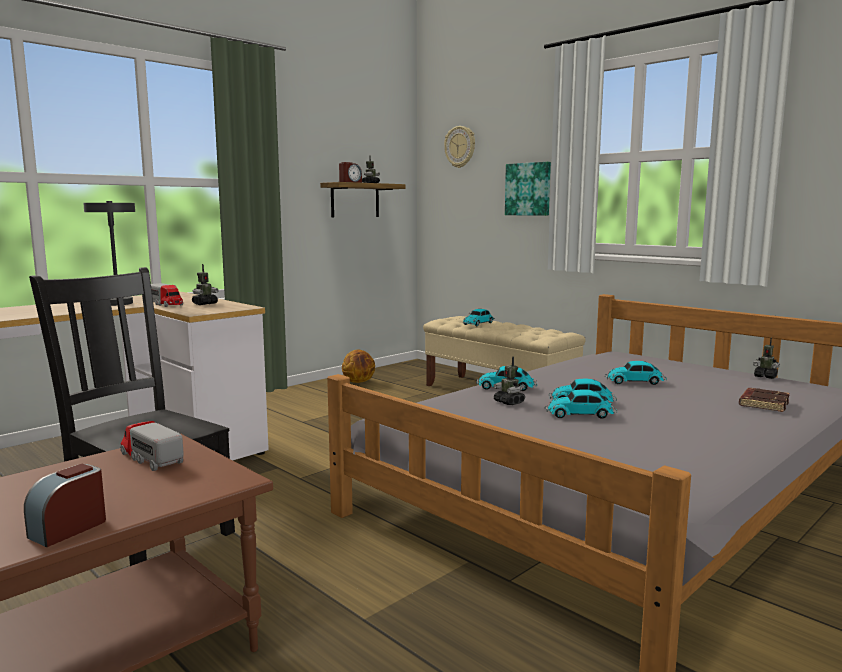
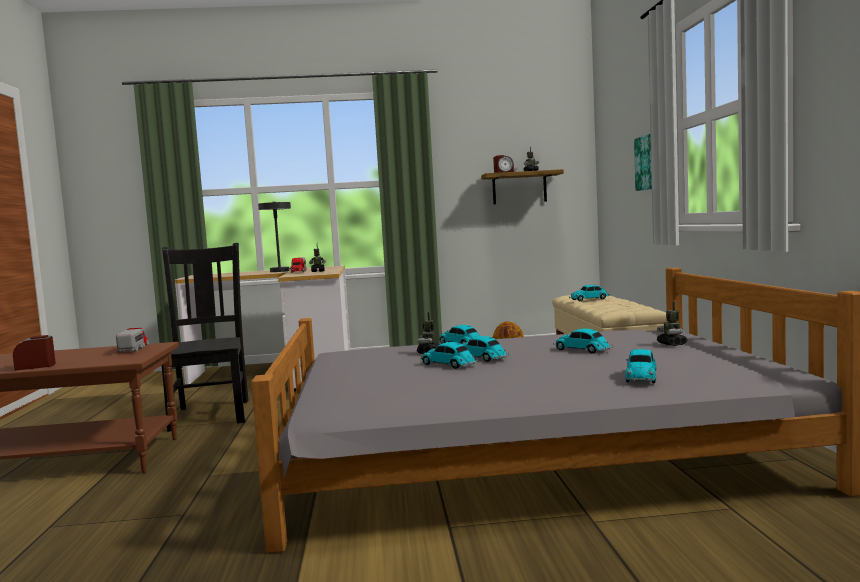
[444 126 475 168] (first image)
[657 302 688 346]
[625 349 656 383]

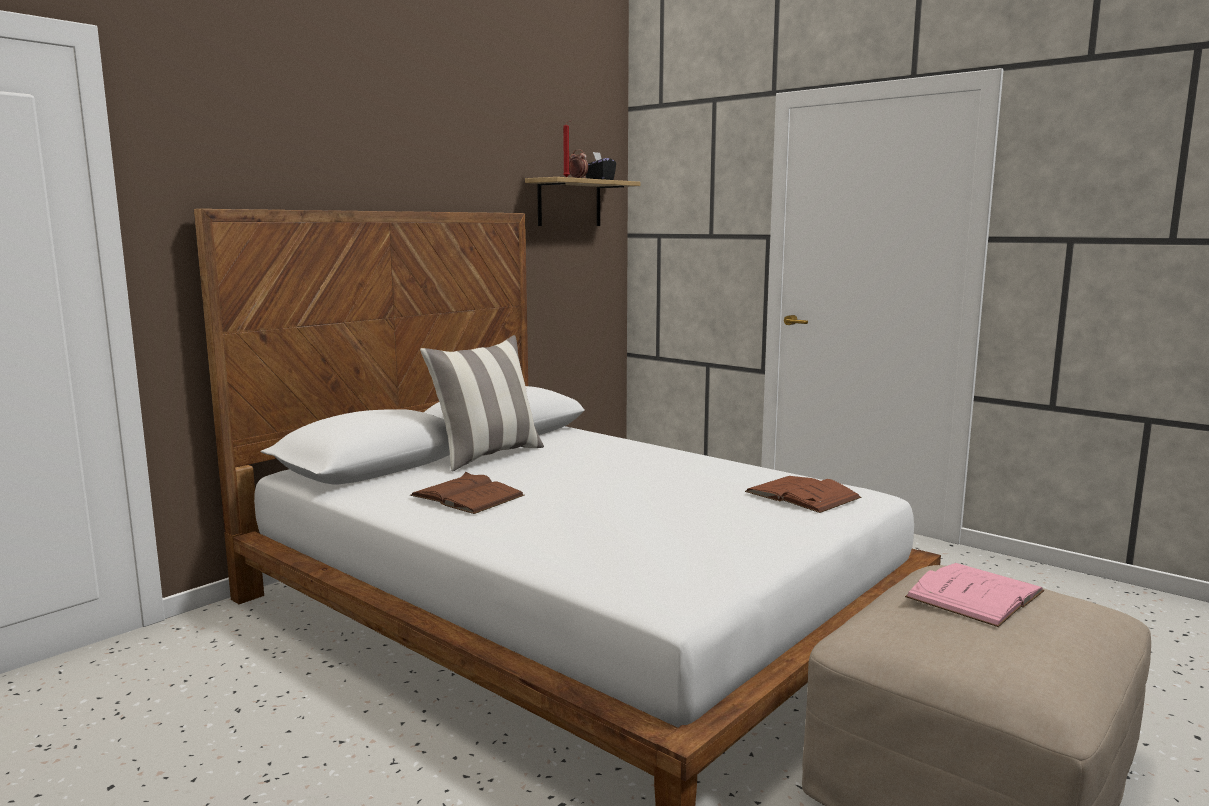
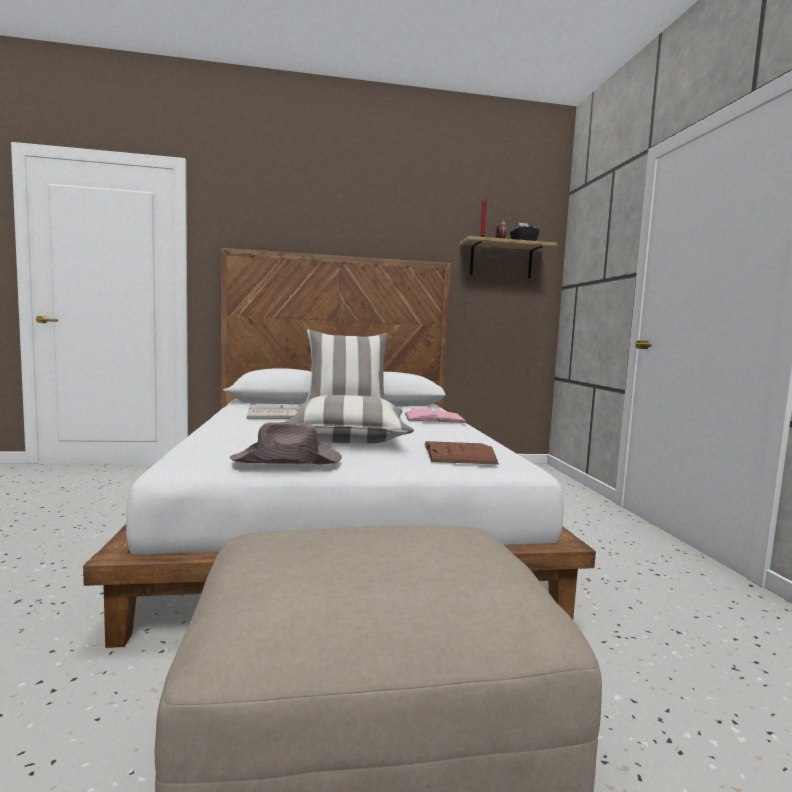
[230 422 342 464]
[285 395 414 444]
[405 408 467 423]
[246 404 296 419]

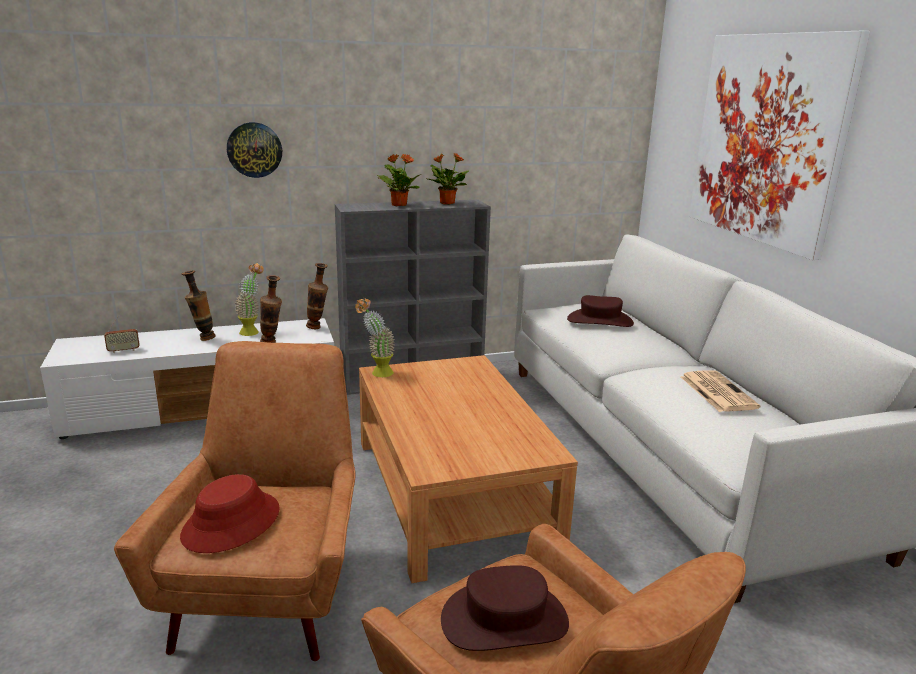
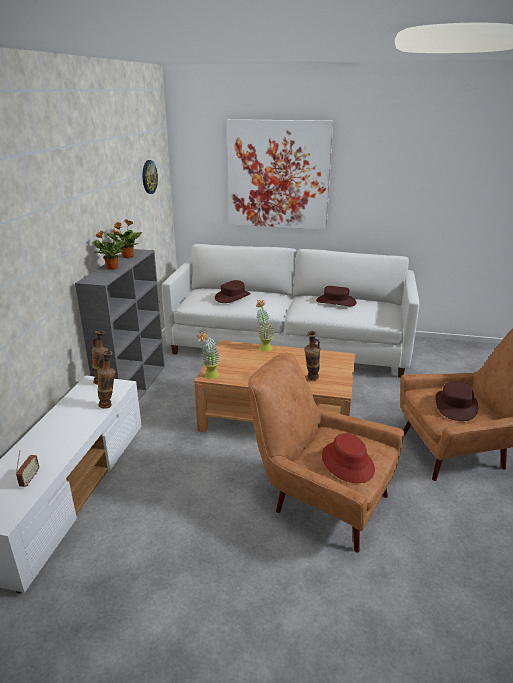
[304 331 321 381]
[142 160 158 194]
[256 300 275 351]
[316 286 356 306]

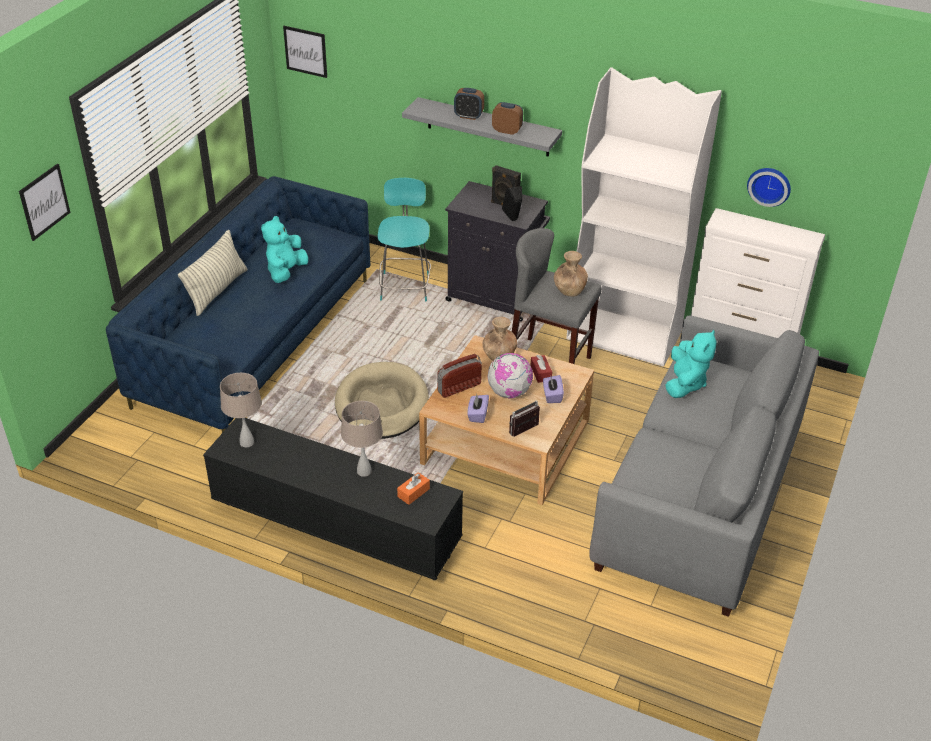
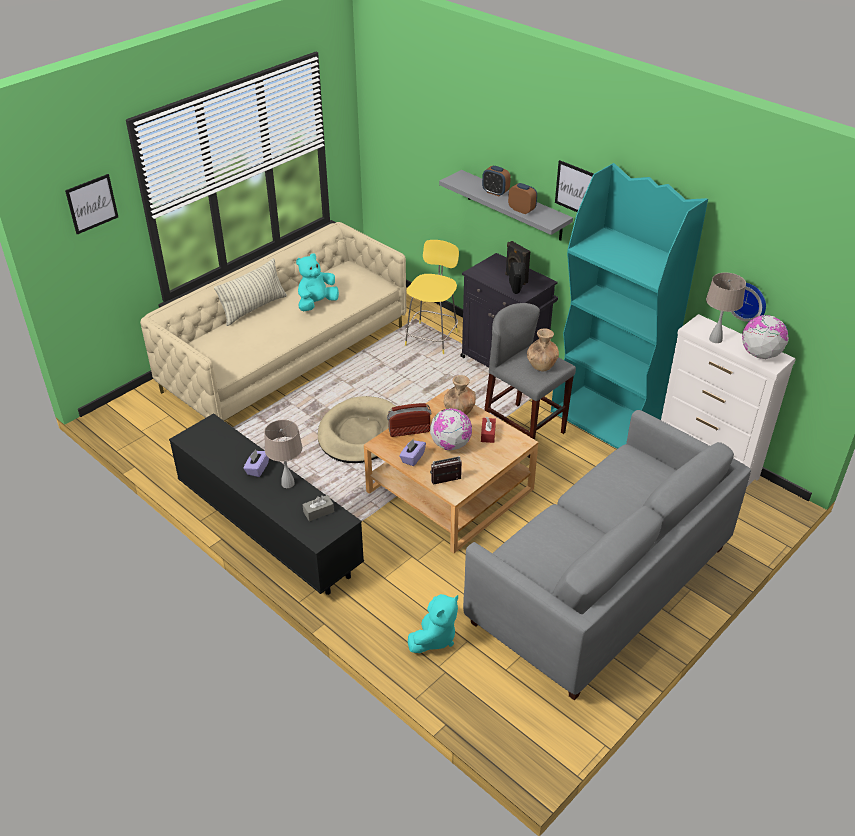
[742 315 789 359]
[706 273 746 343]
[555 160 594 212]
[243 449 269 477]
[408 594 458 653]
[140 222 406 421]
[405 240 459 354]
[303 495 334 521]
[551 163 708 449]

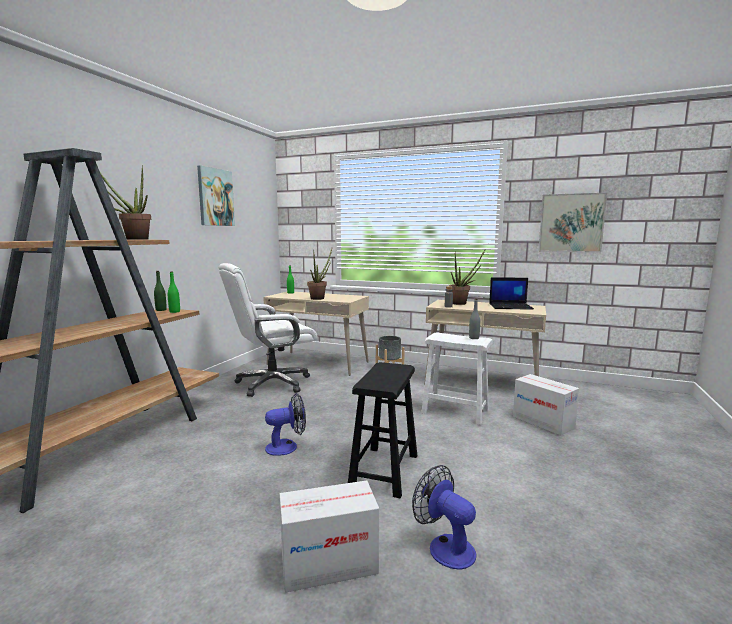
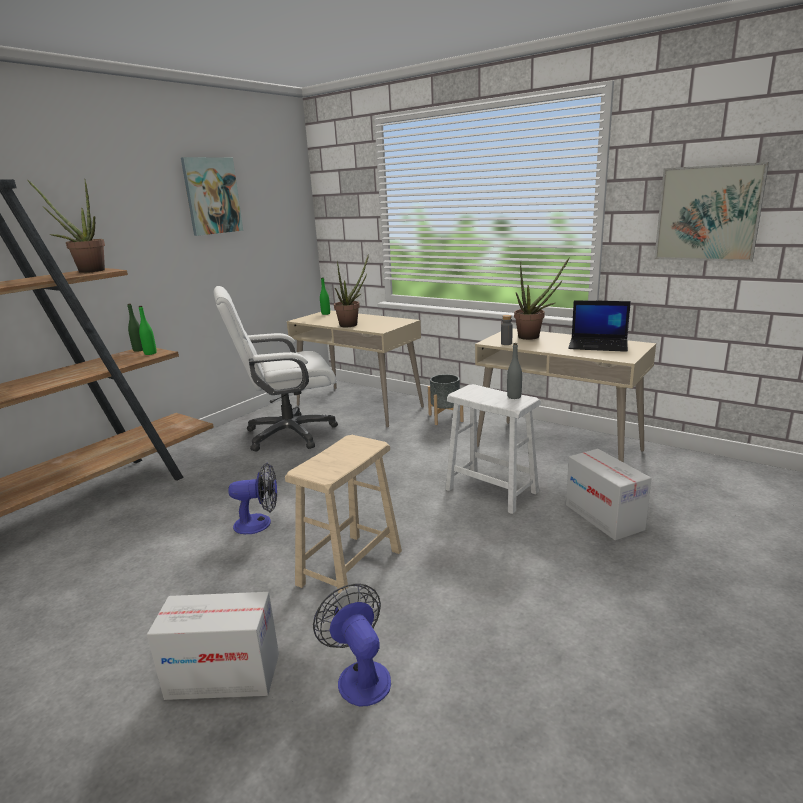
[285 435 402 593]

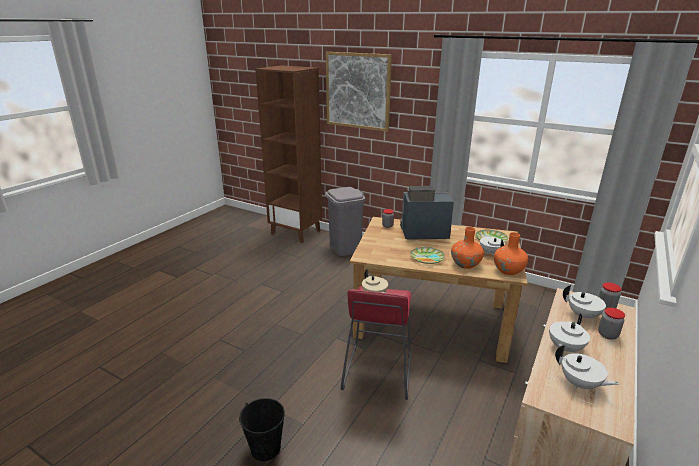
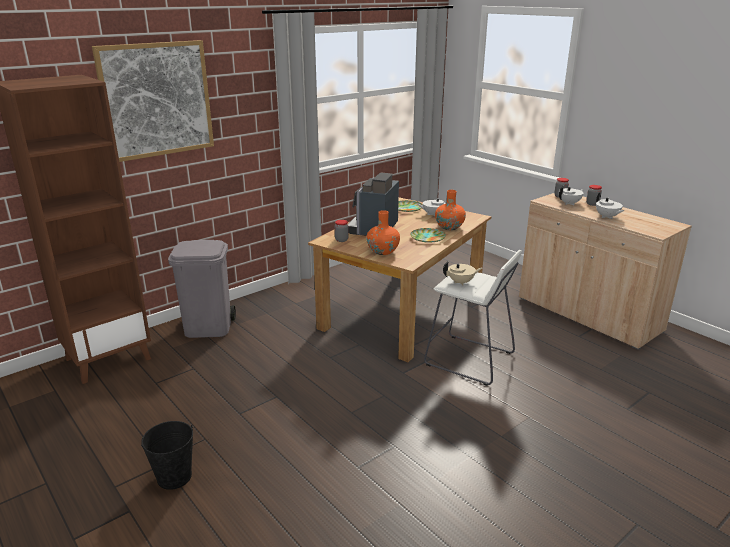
[555 345 620 390] (first image)
[141 421 193 490]
[366 210 400 255]
[424 250 522 386]

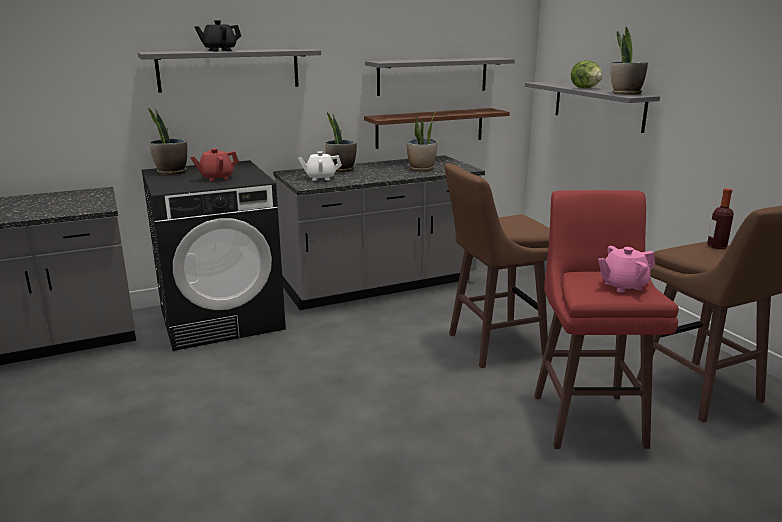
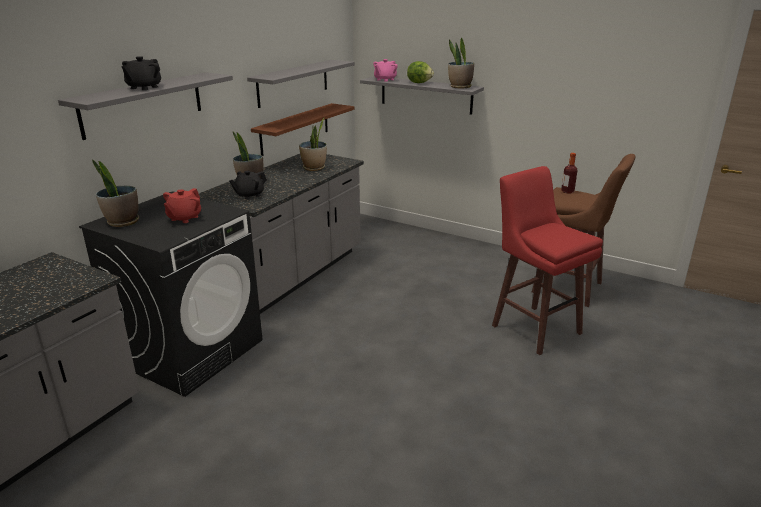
[444 163 550 368] (first image)
[373 59 398 82]
[229 171 267 199]

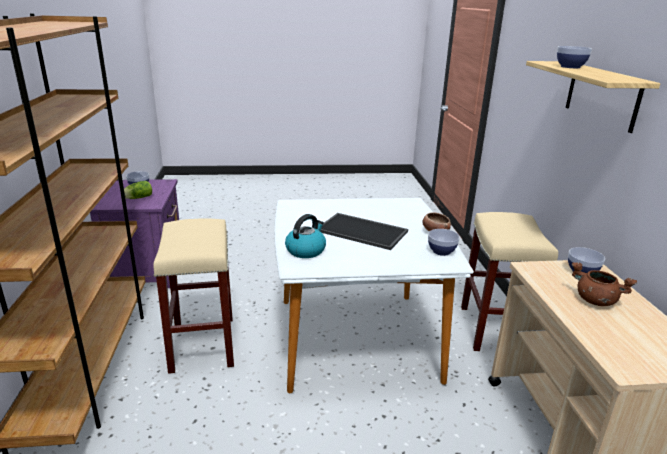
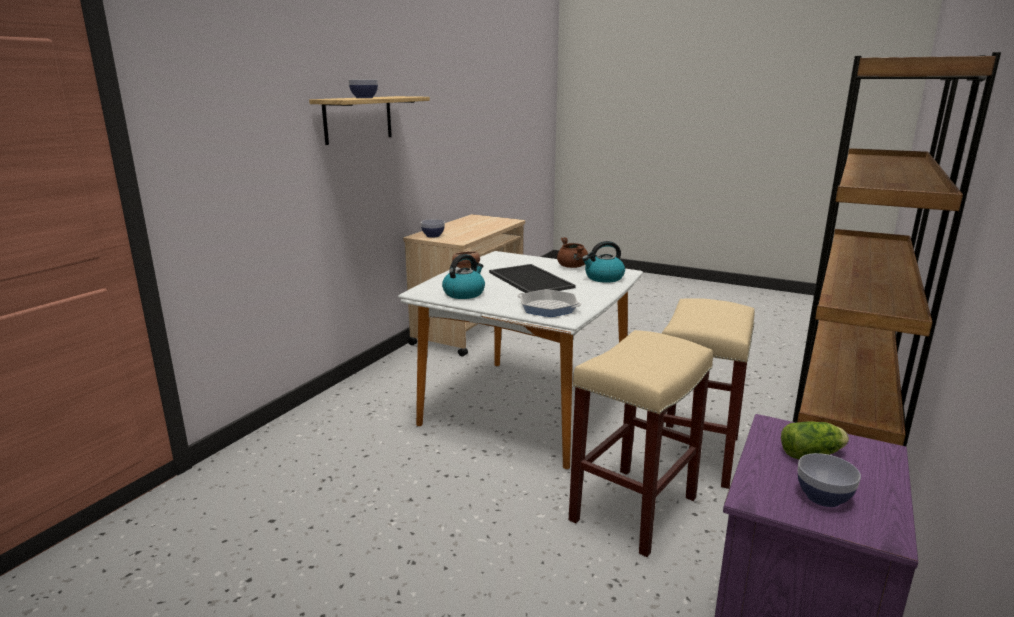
[428 229 460 256] (first image)
[442 254 485 299]
[517 289 582 317]
[569 330 713 557]
[557 237 588 268]

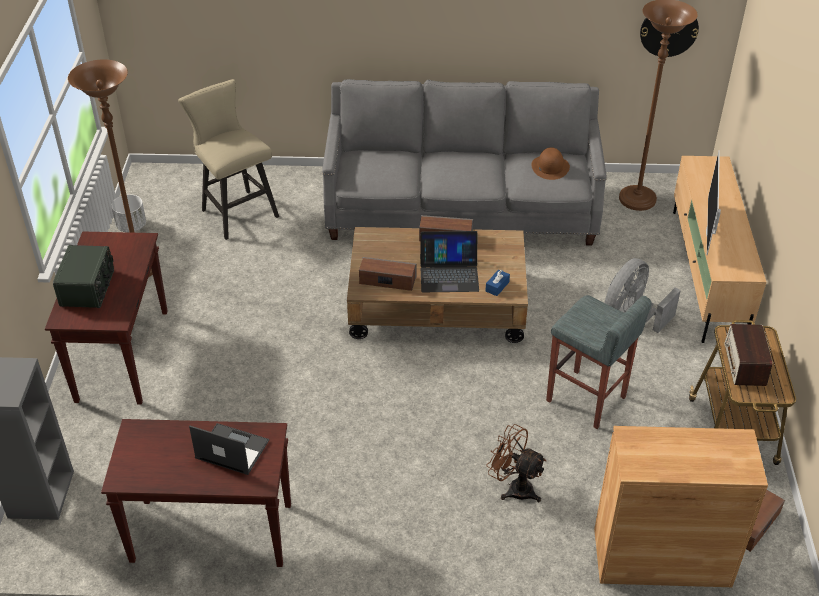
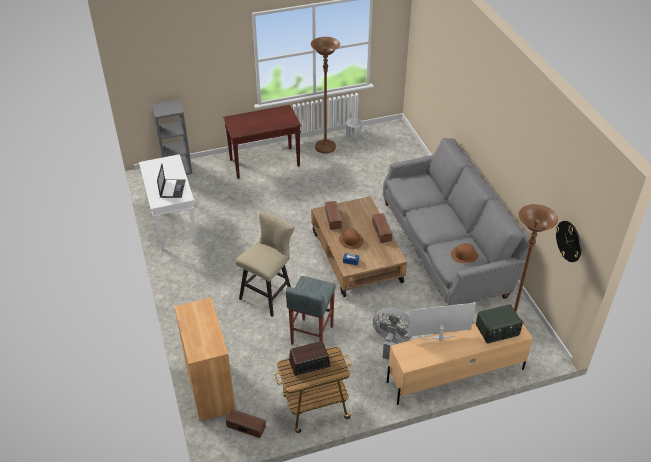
[486 424 546 502] (first image)
[476 304 523 344]
[235 211 295 317]
[339 228 364 249]
[139 154 197 250]

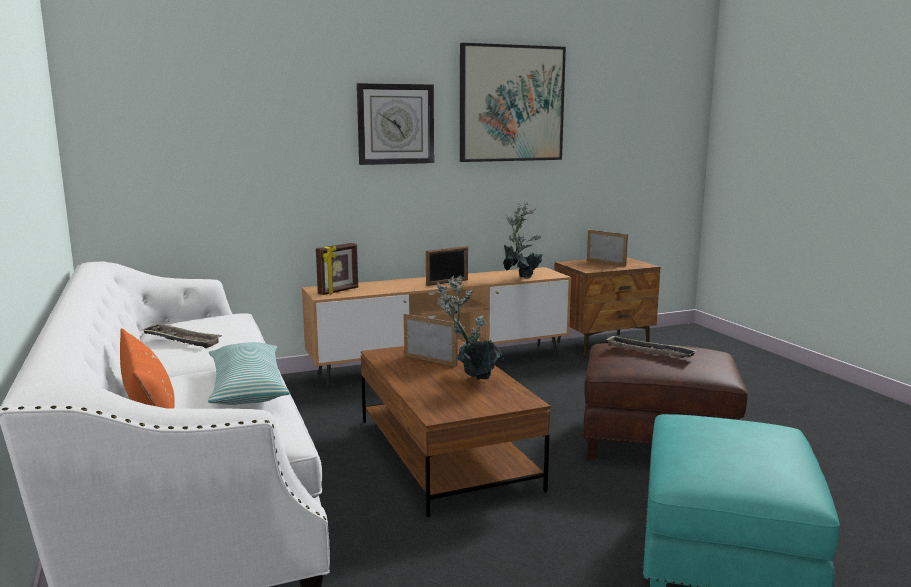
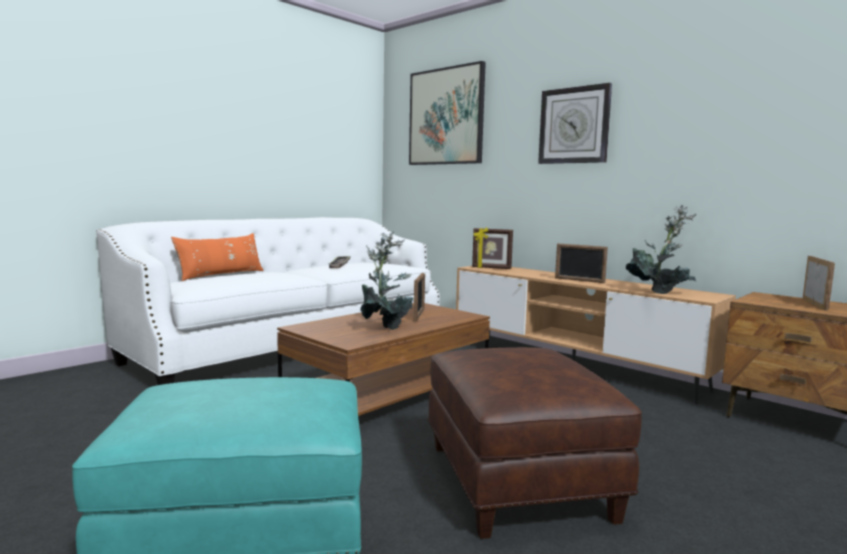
[208 342 290 405] (first image)
[605 335 696 358] (first image)
[409 61 486 165]

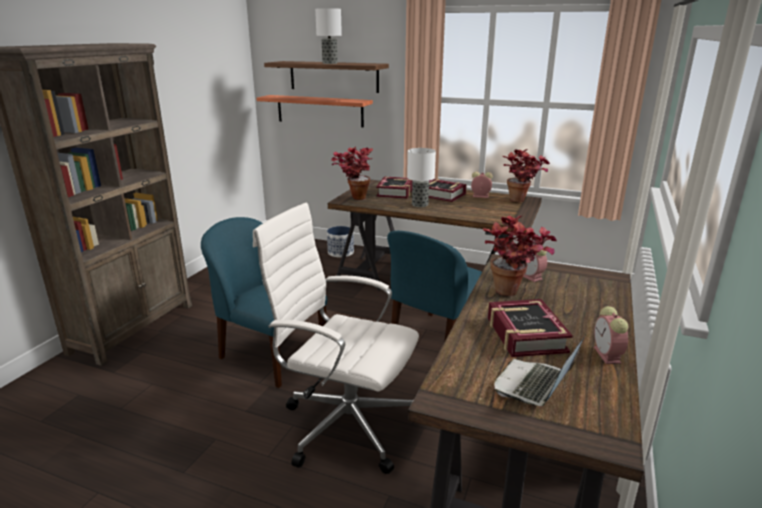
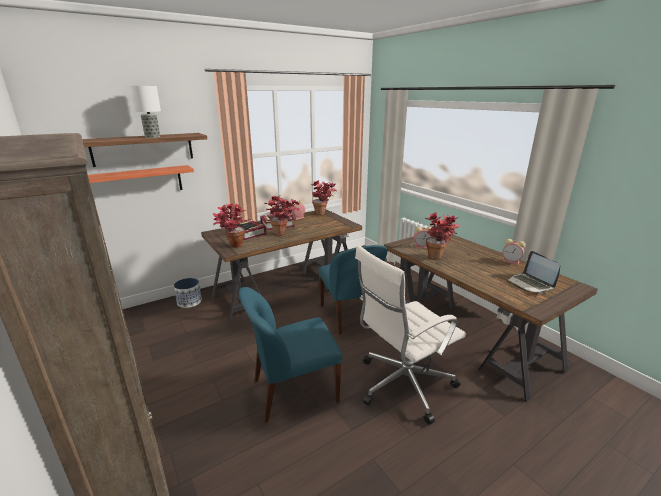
[488 299 573 357] (first image)
[265 195 299 236]

